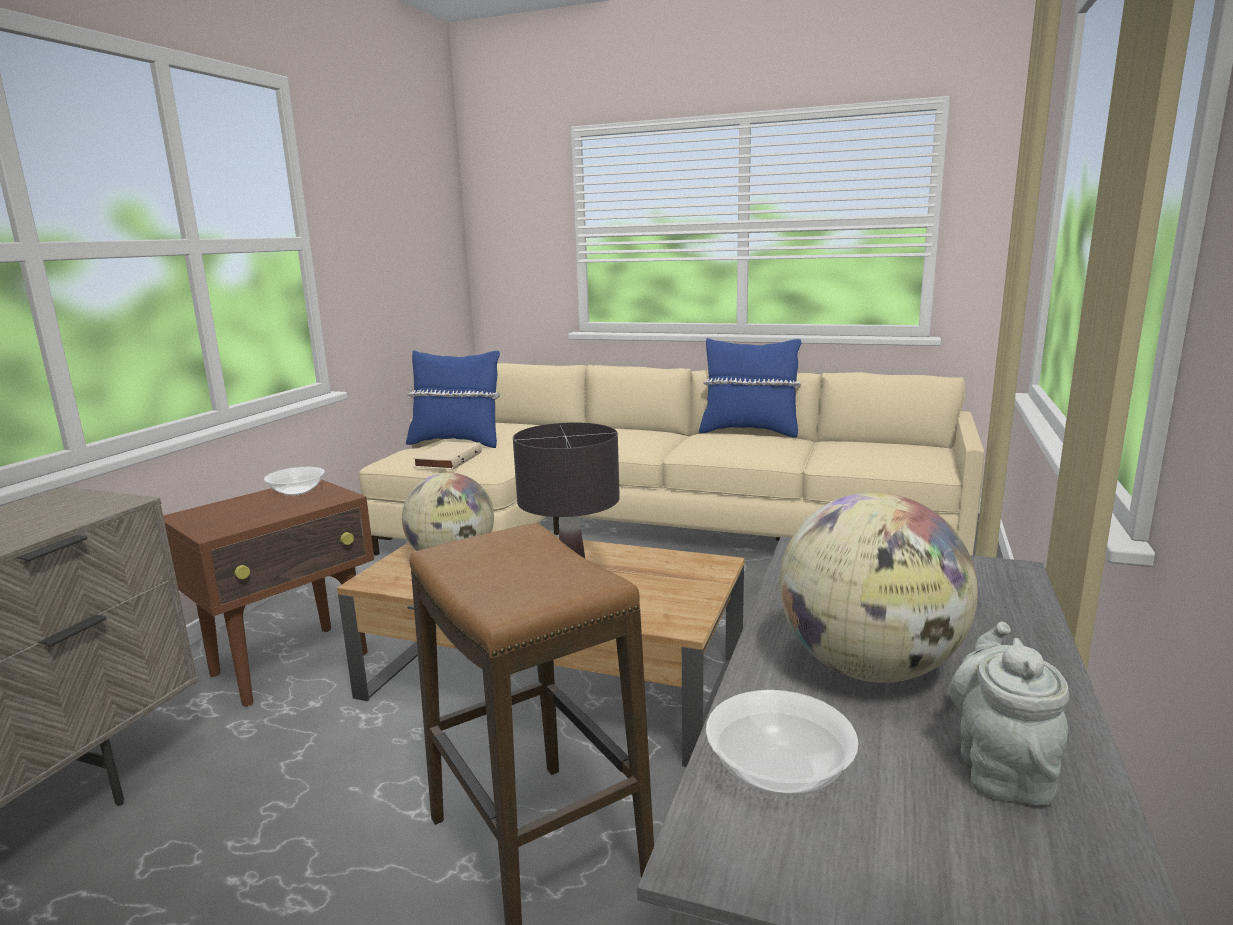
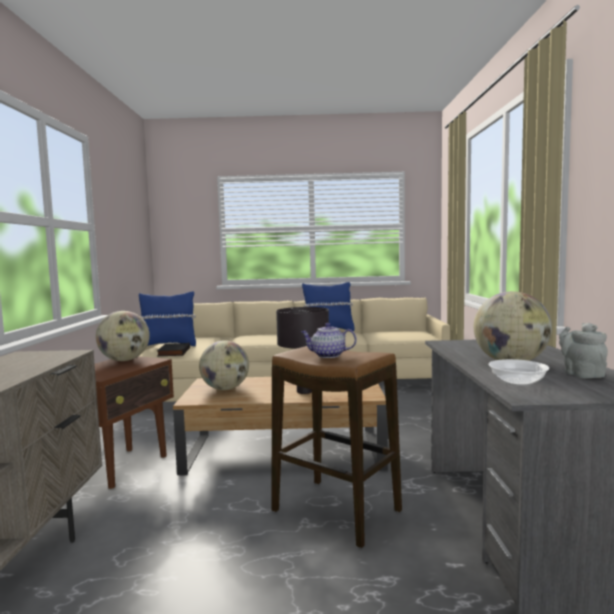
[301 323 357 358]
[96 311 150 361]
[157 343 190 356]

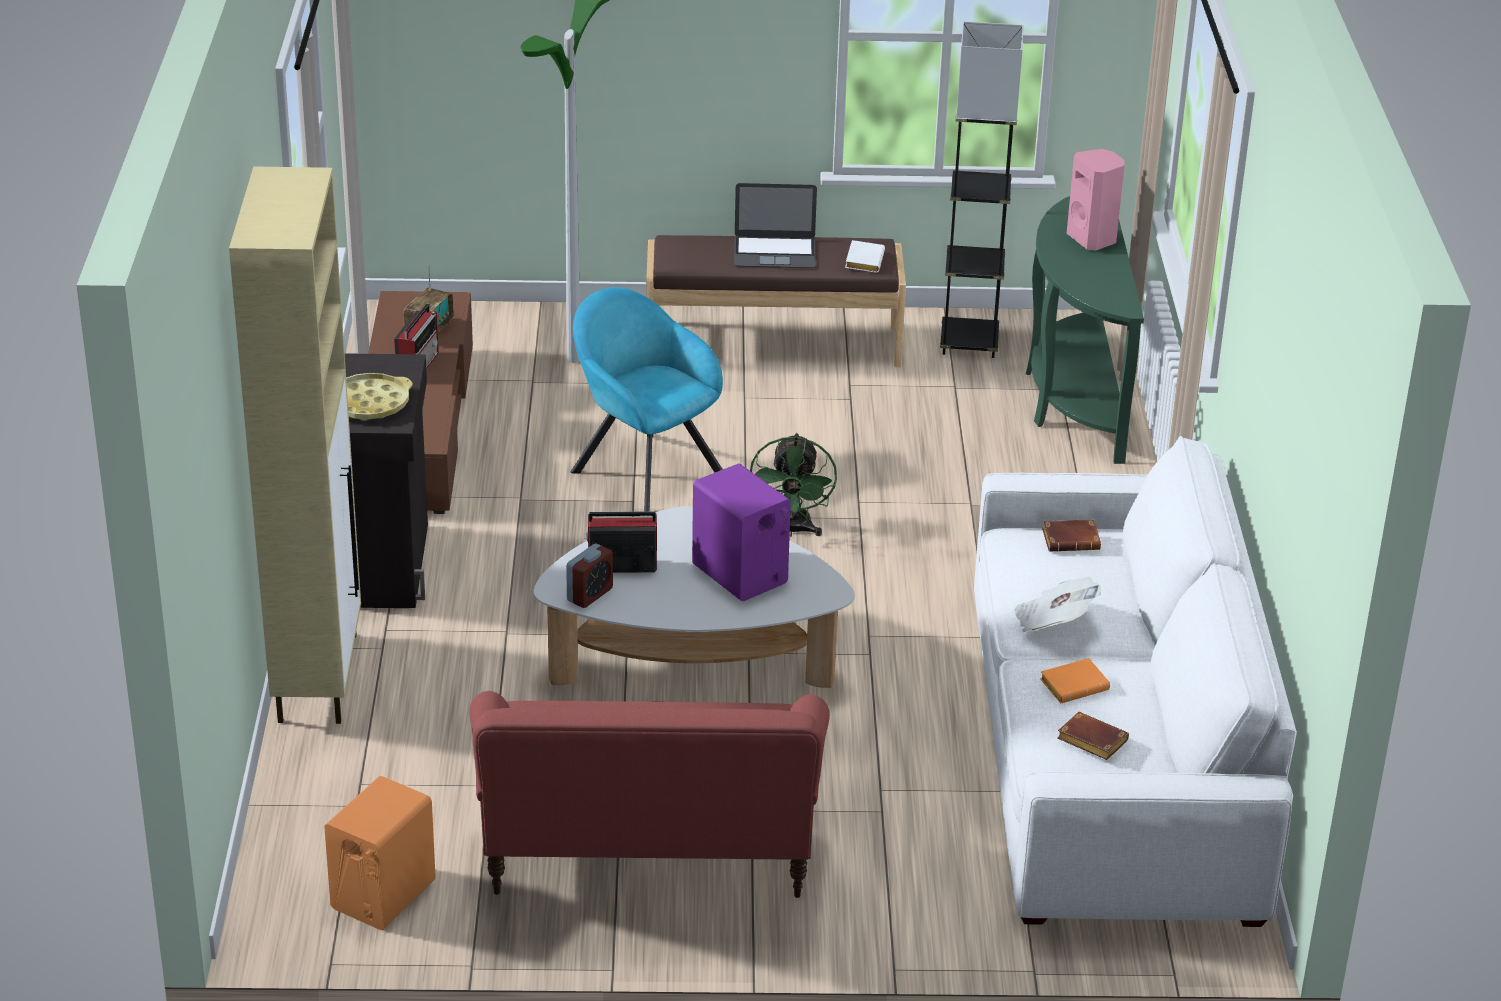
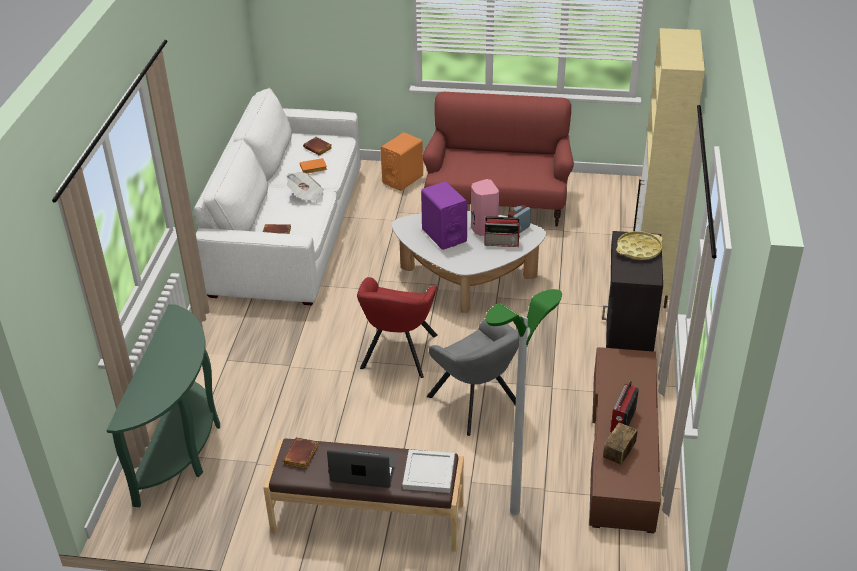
[940 21 1023 358] (first image)
[402 450 455 493]
[380 132 423 191]
[471 179 499 236]
[357 277 438 378]
[427 319 519 436]
[283 437 319 469]

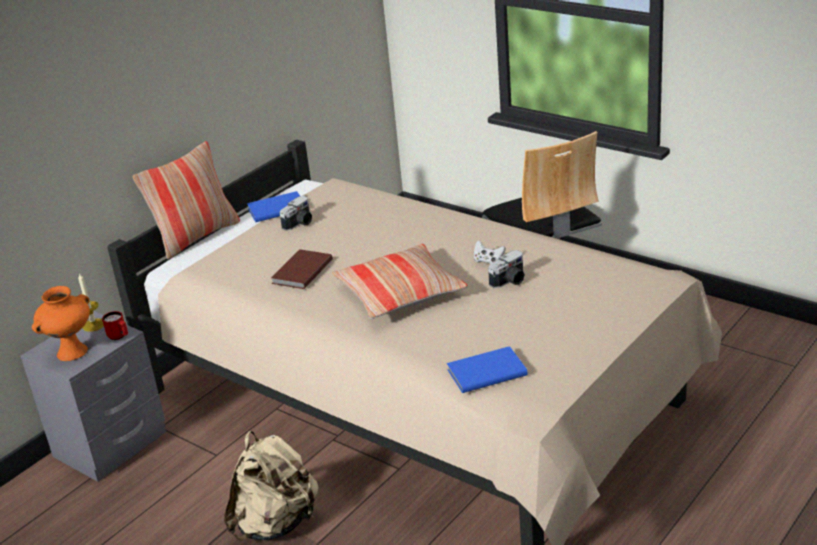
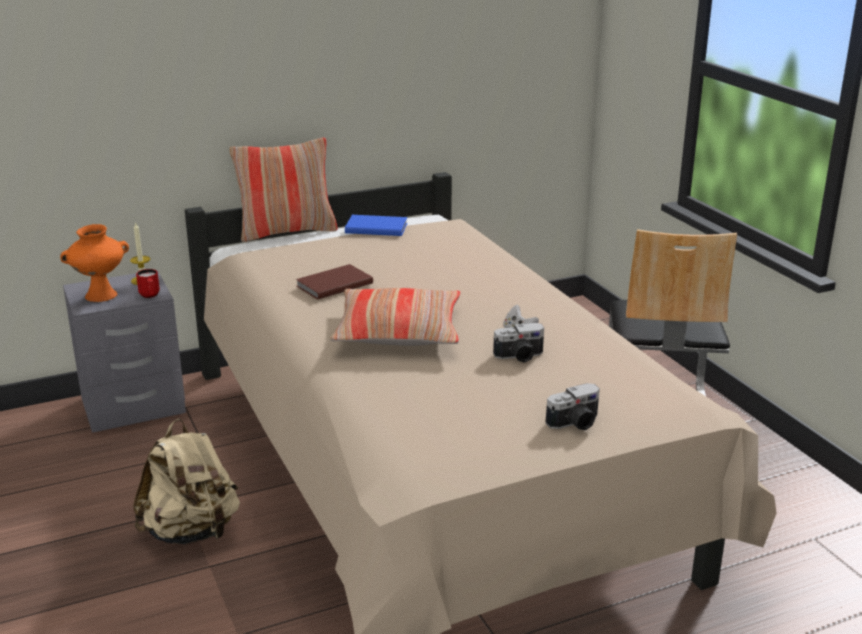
[447 346 528 393] (first image)
[545 383 600 430]

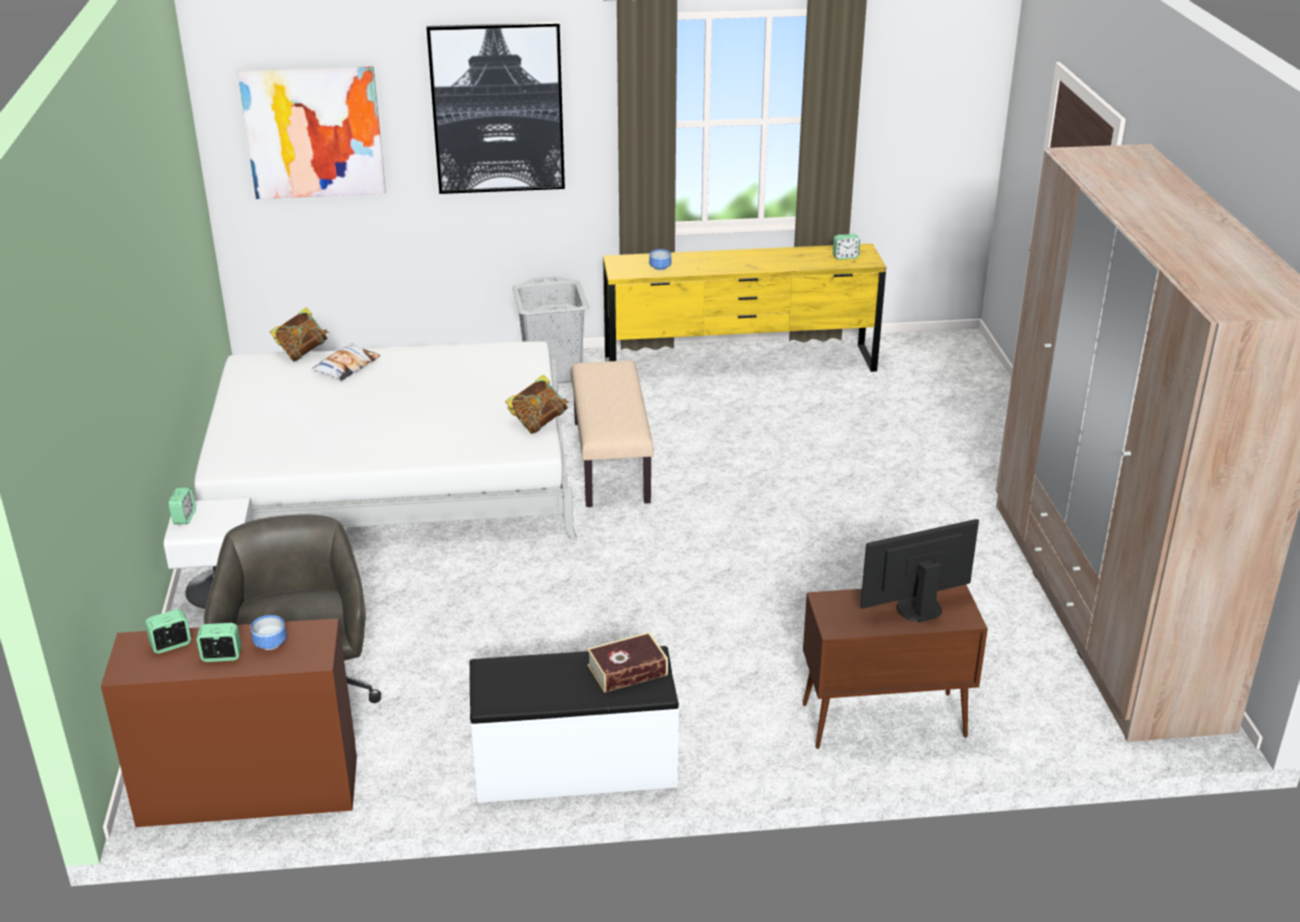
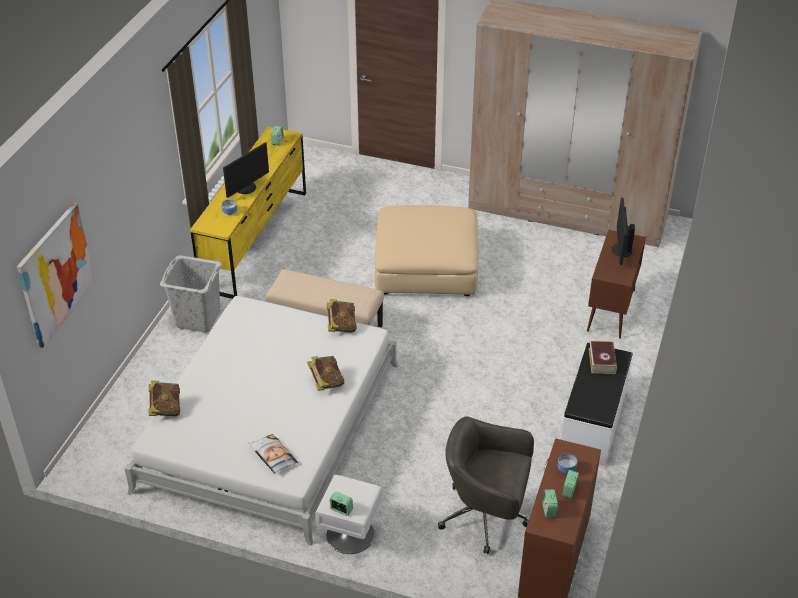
[427 22 565 194] (first image)
[223 142 269 198]
[307 356 344 391]
[375 205 479 296]
[248 434 298 474]

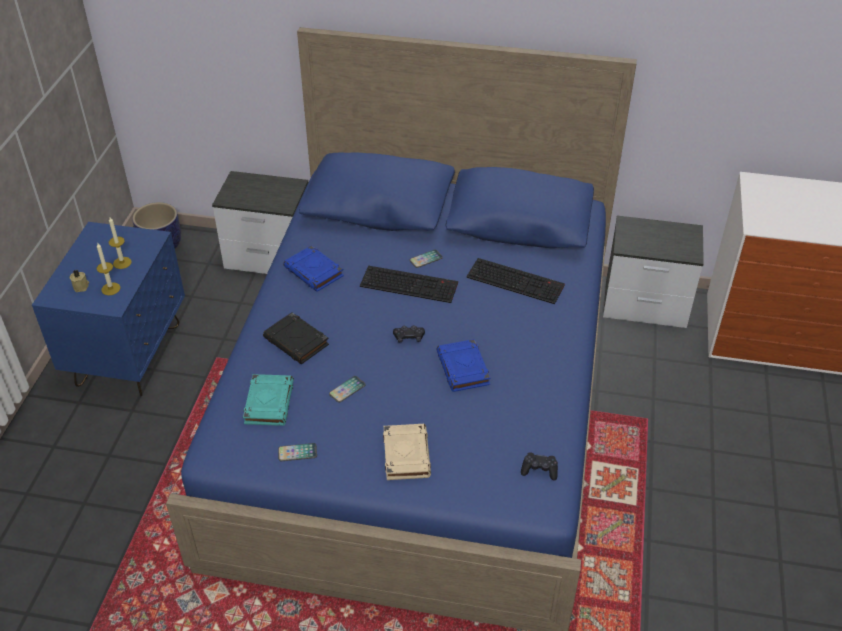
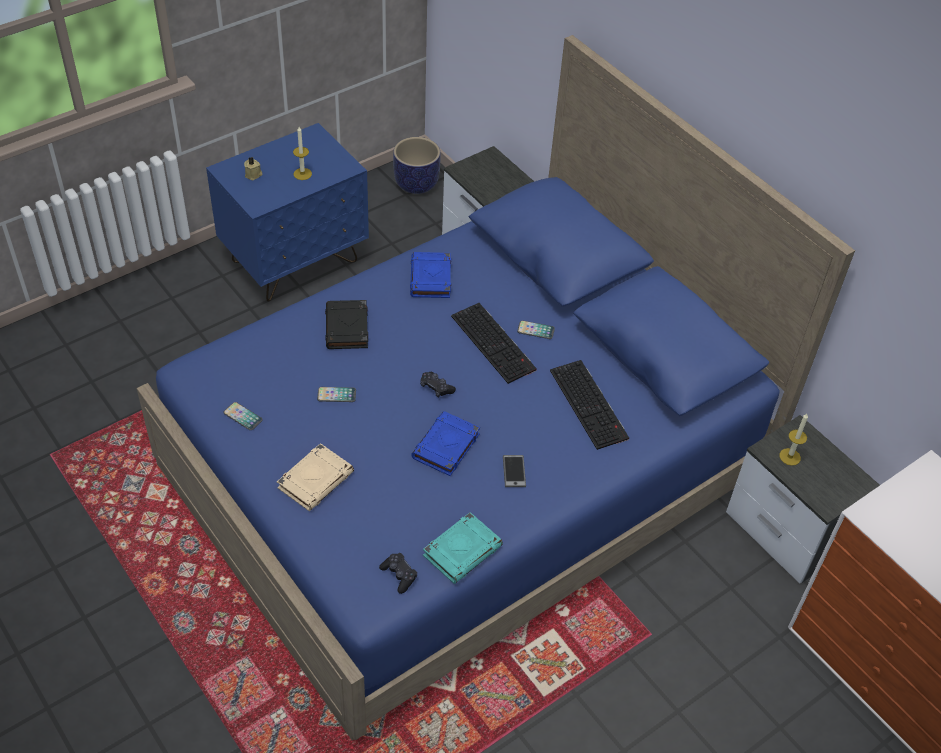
[503 455 526 487]
[779 414 808 466]
[423 512 503 584]

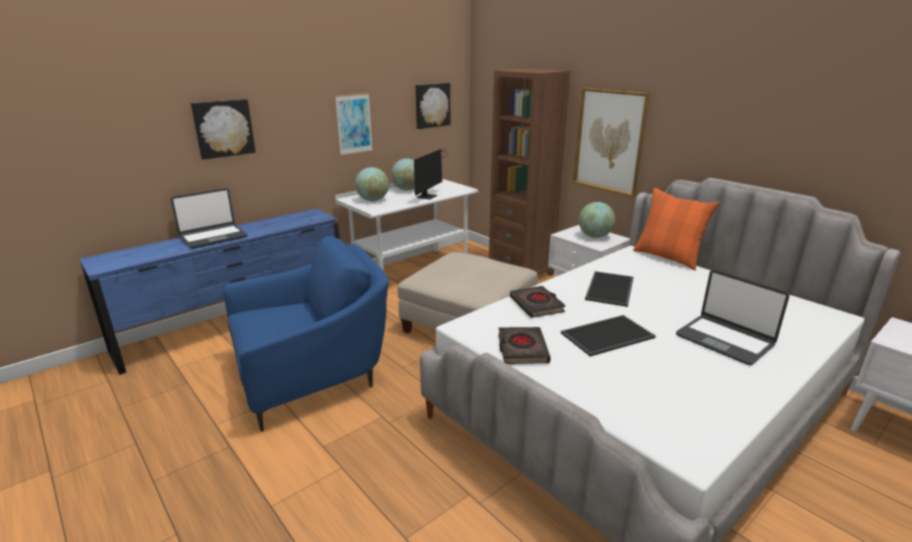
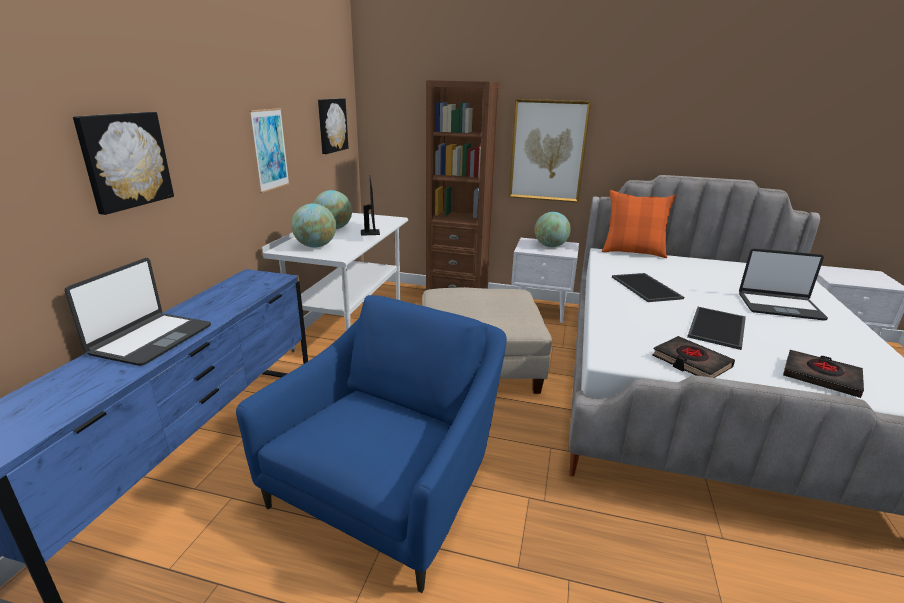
[783 350 864 398]

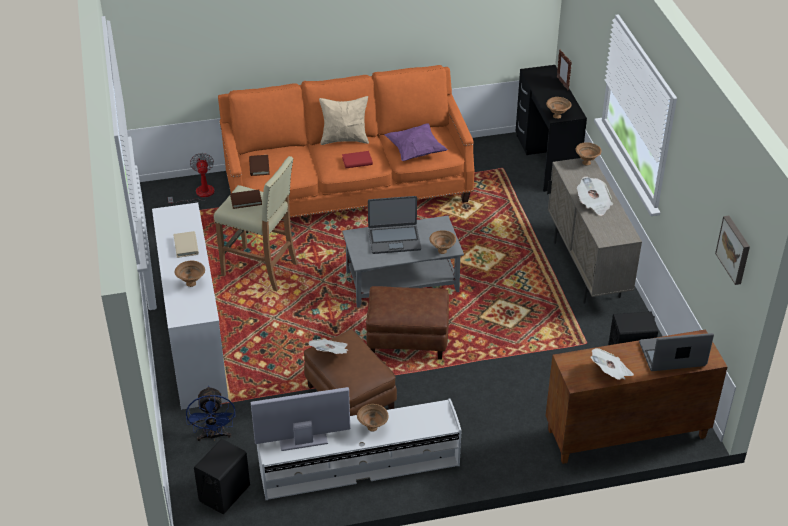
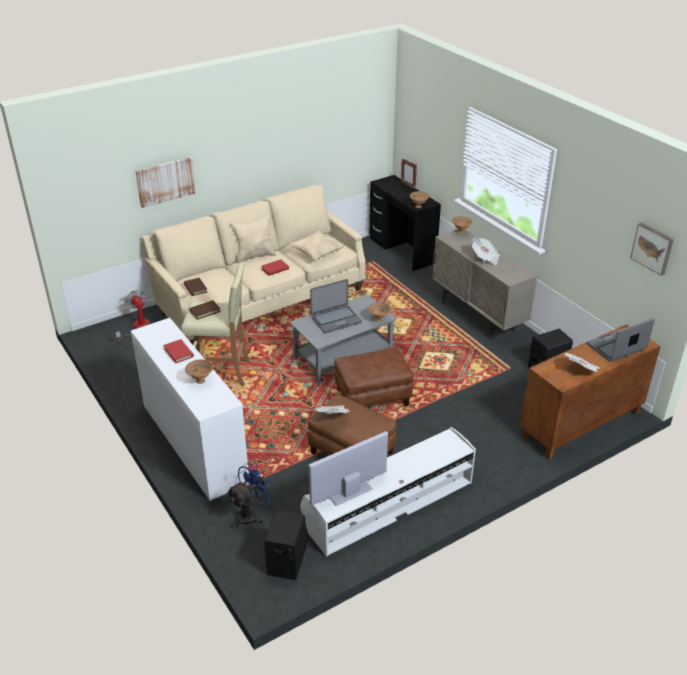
[357 404 388 432] (first image)
[136 157 196 208]
[163 339 194 364]
[142 185 366 344]
[289 231 345 260]
[227 463 275 528]

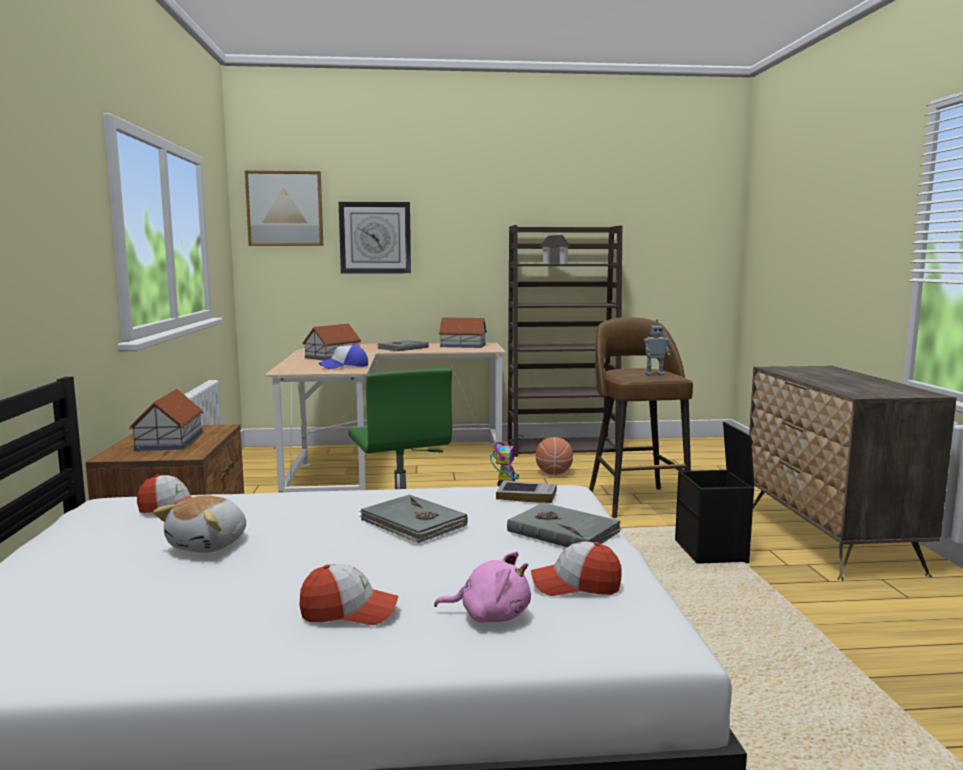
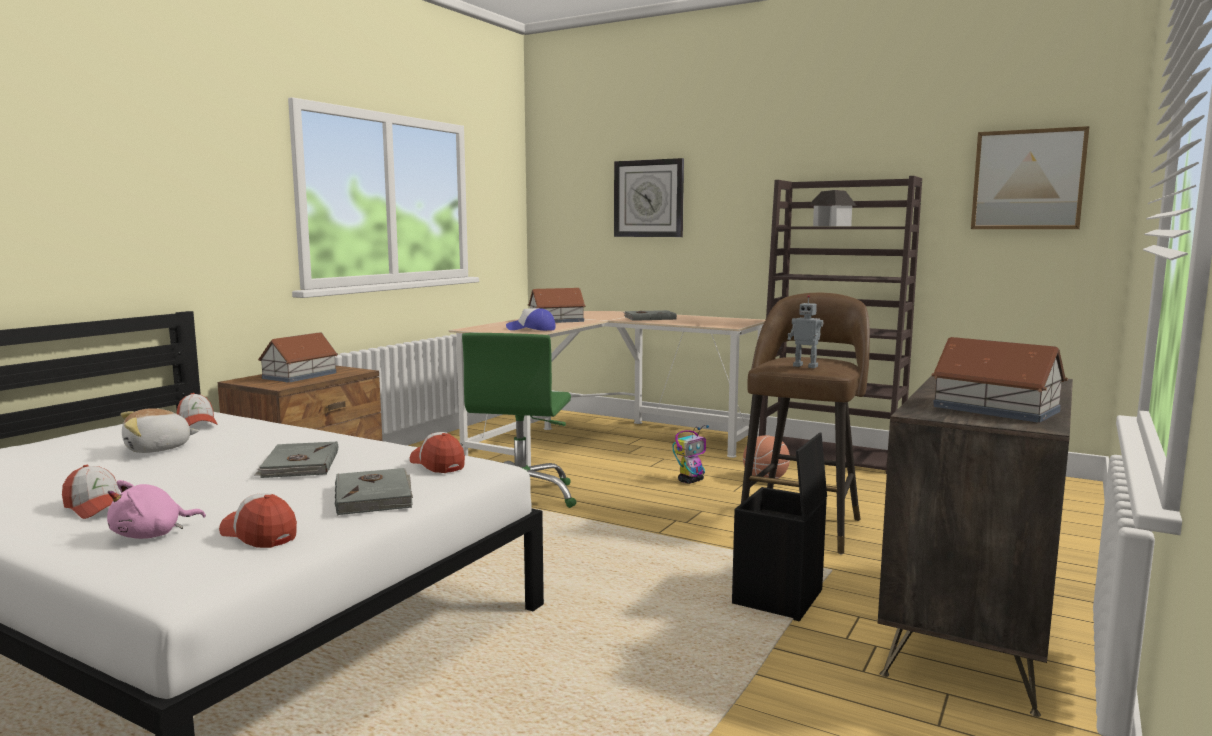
[971 126 1089 229]
[932 337 1068 423]
[410 432 465 473]
[107 480 206 539]

